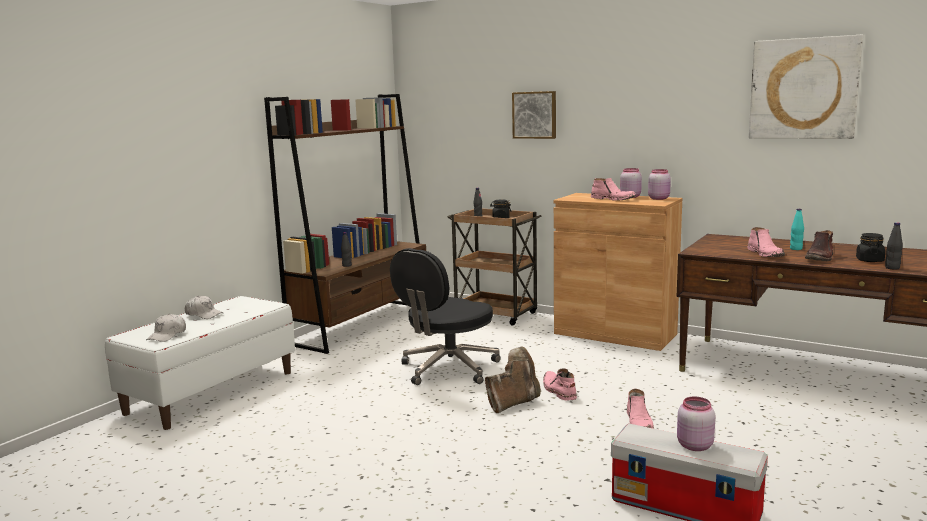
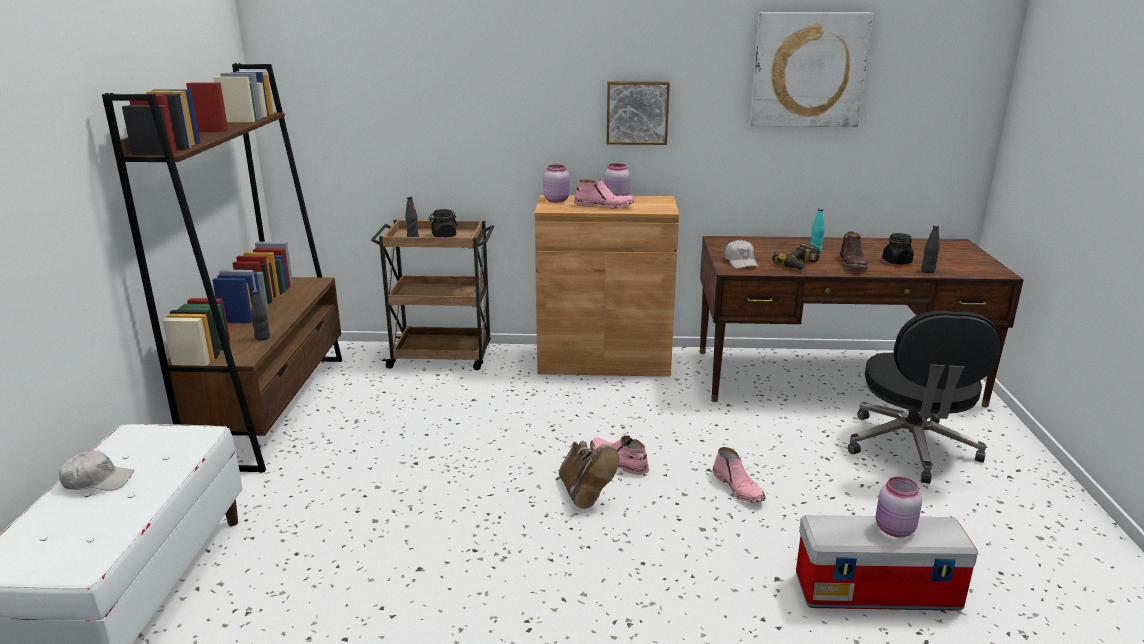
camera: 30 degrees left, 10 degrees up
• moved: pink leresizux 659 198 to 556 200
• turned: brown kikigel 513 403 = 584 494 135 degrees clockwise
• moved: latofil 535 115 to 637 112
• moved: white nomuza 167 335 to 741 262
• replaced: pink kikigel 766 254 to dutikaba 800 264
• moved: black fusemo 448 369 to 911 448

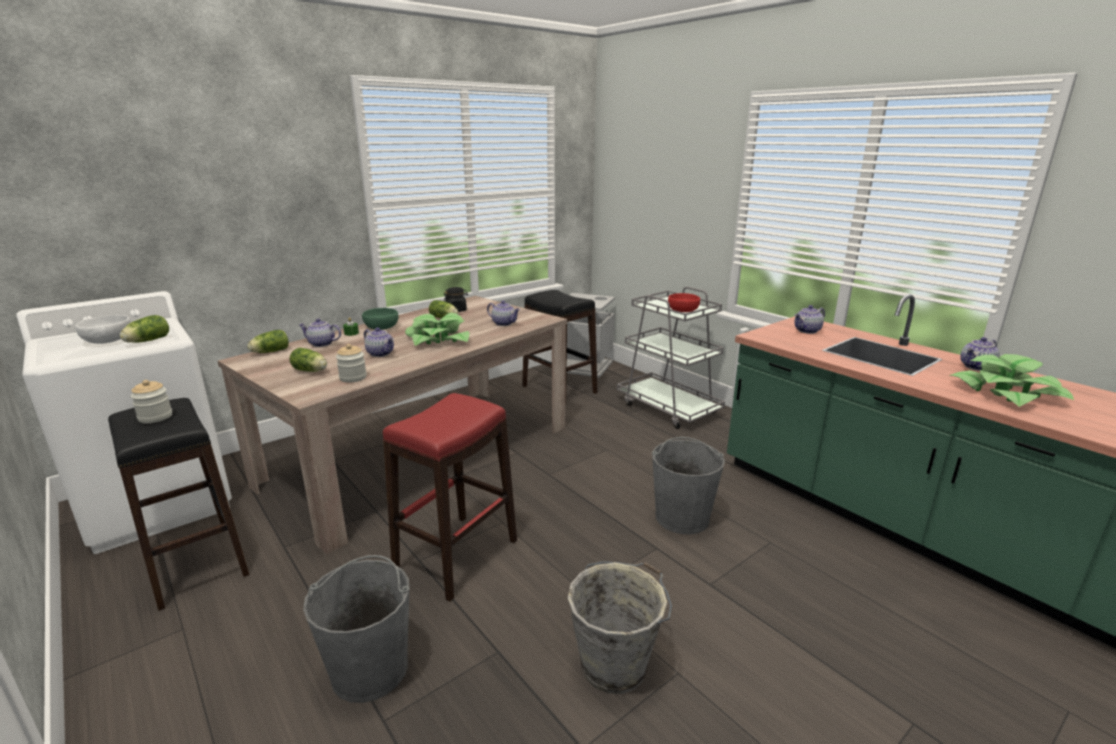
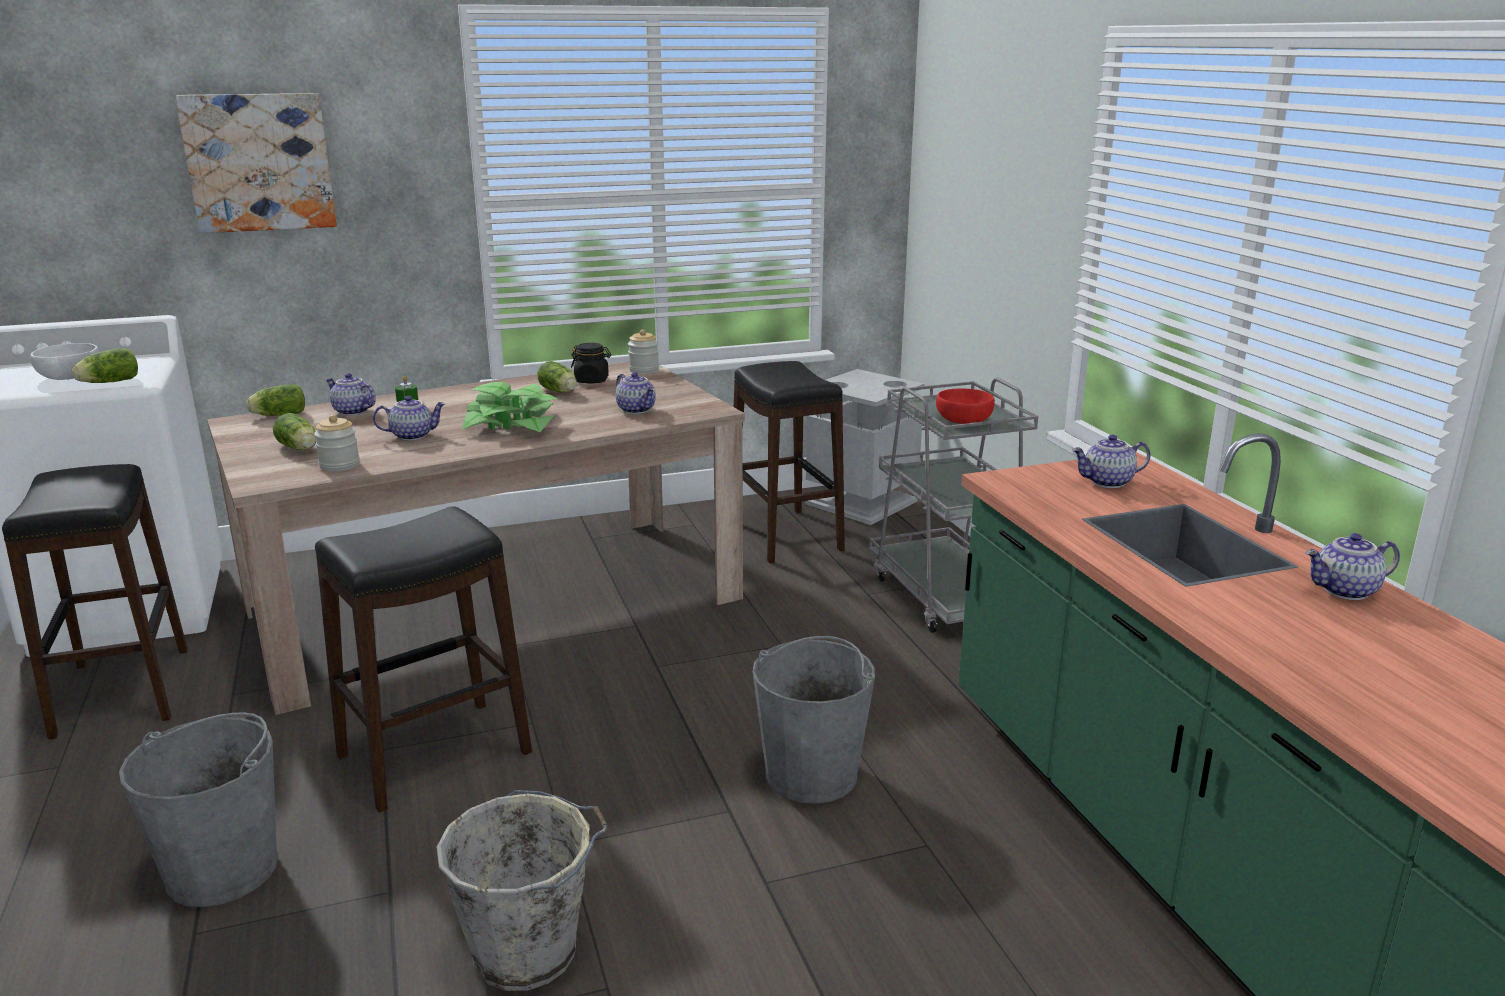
camera: 20 degrees right, 0 degrees up
• added: latofil 259 162
• recoloured: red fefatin 456 556 to black fefatin 434 755
• turned: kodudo 381 353 = 412 435 75 degrees counterclockwise
• moved: leresizux 155 417 to 644 370
• removed: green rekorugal 381 328
• removed: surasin 1006 394

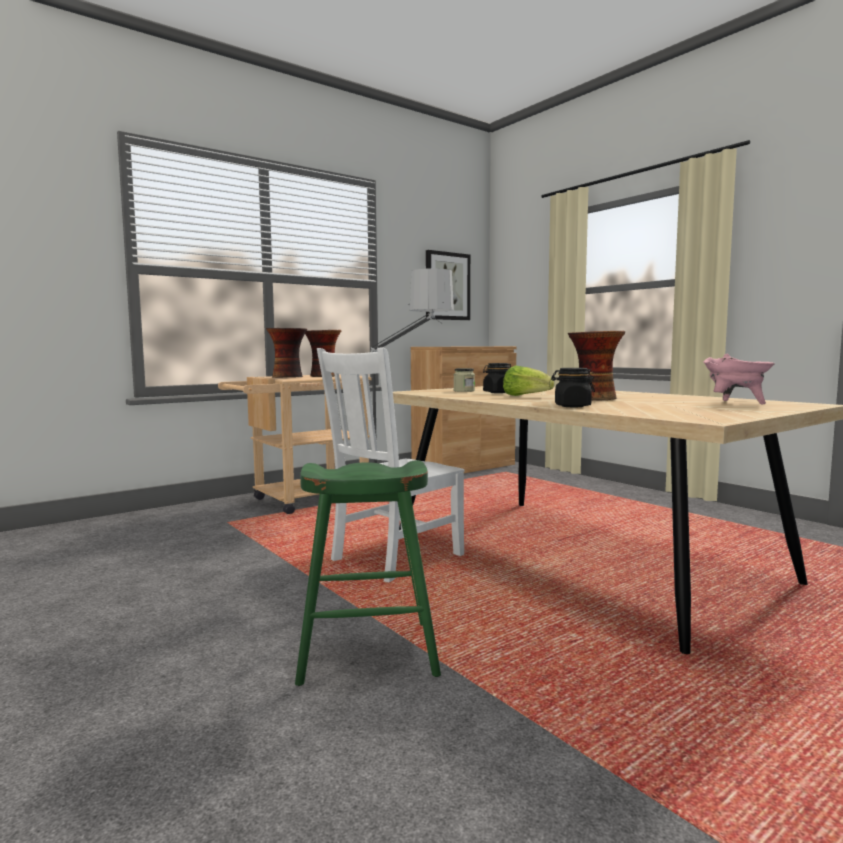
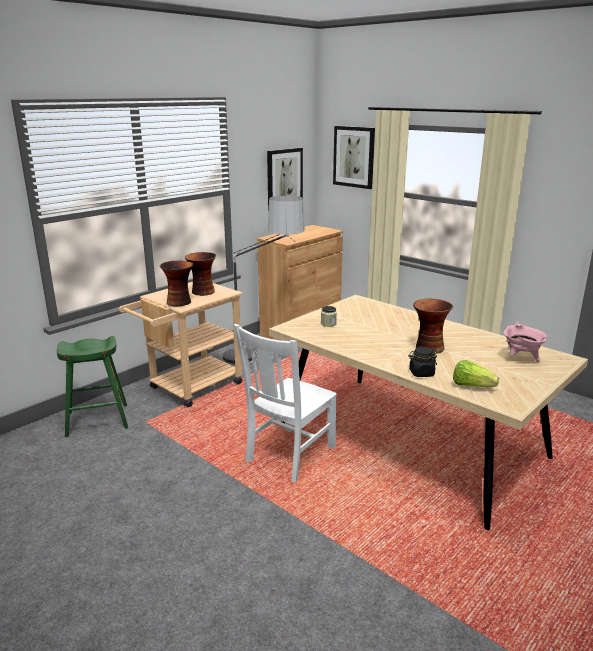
camera: 10 degrees left, 15 degrees up
• moved: green fefatin 368 652 to 97 420
• added: latofil 354 157
• moved: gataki 526 396 to 471 386
• removed: black leresizux 498 392

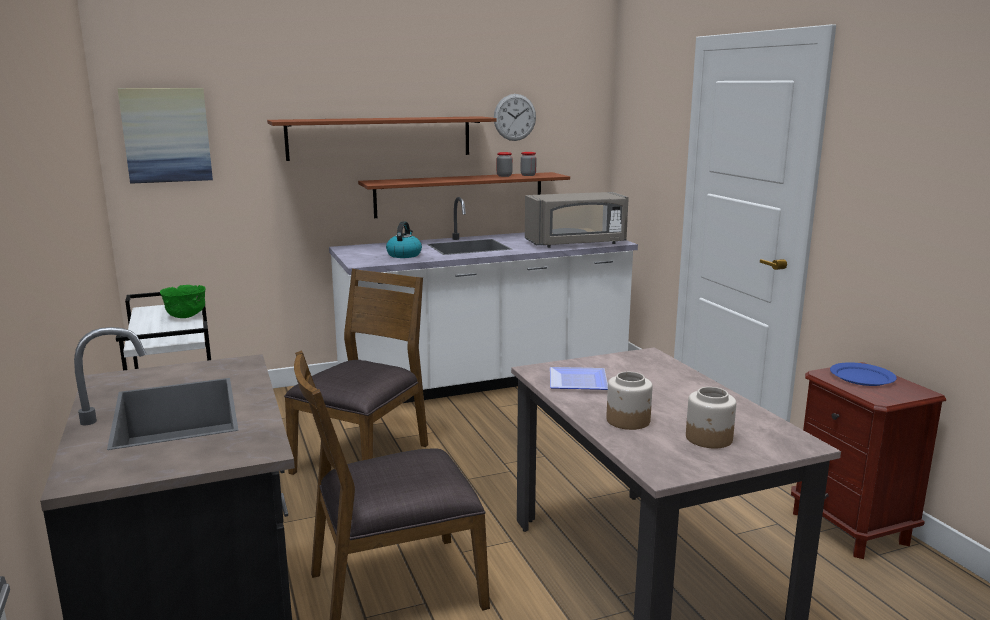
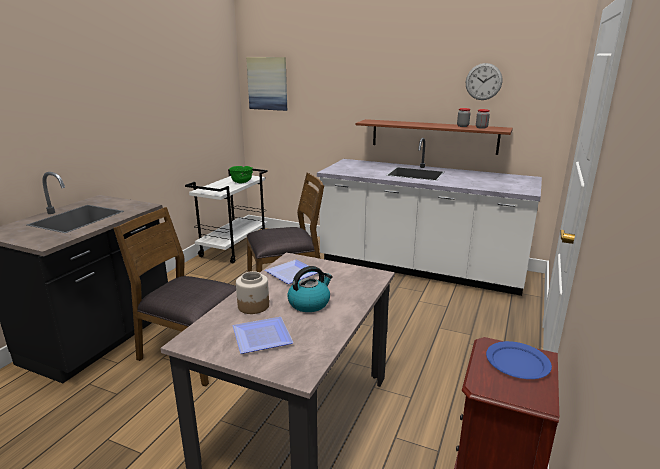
camera: 45 degrees right, 5 degrees up
• replaced: leresizux 709 438 to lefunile 260 338
• moved: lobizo 404 255 to 309 303
• removed: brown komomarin 380 137
• removed: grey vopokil 576 243

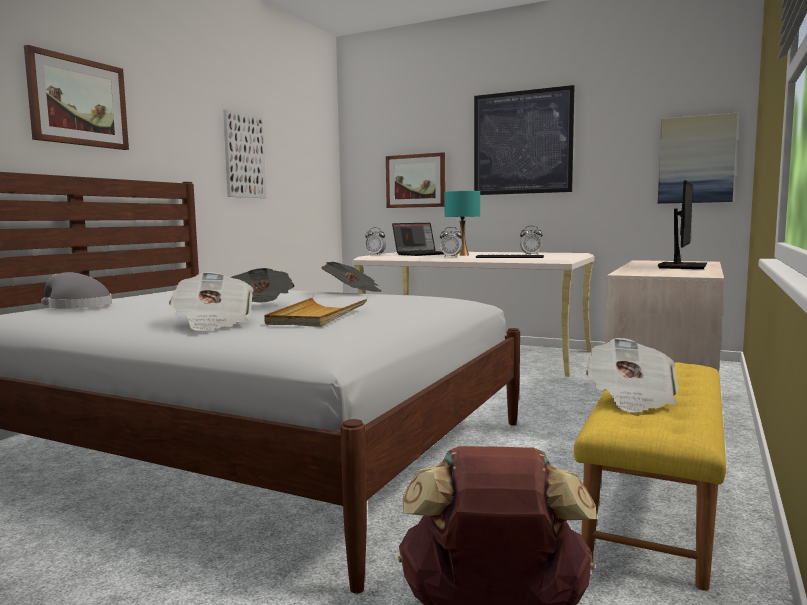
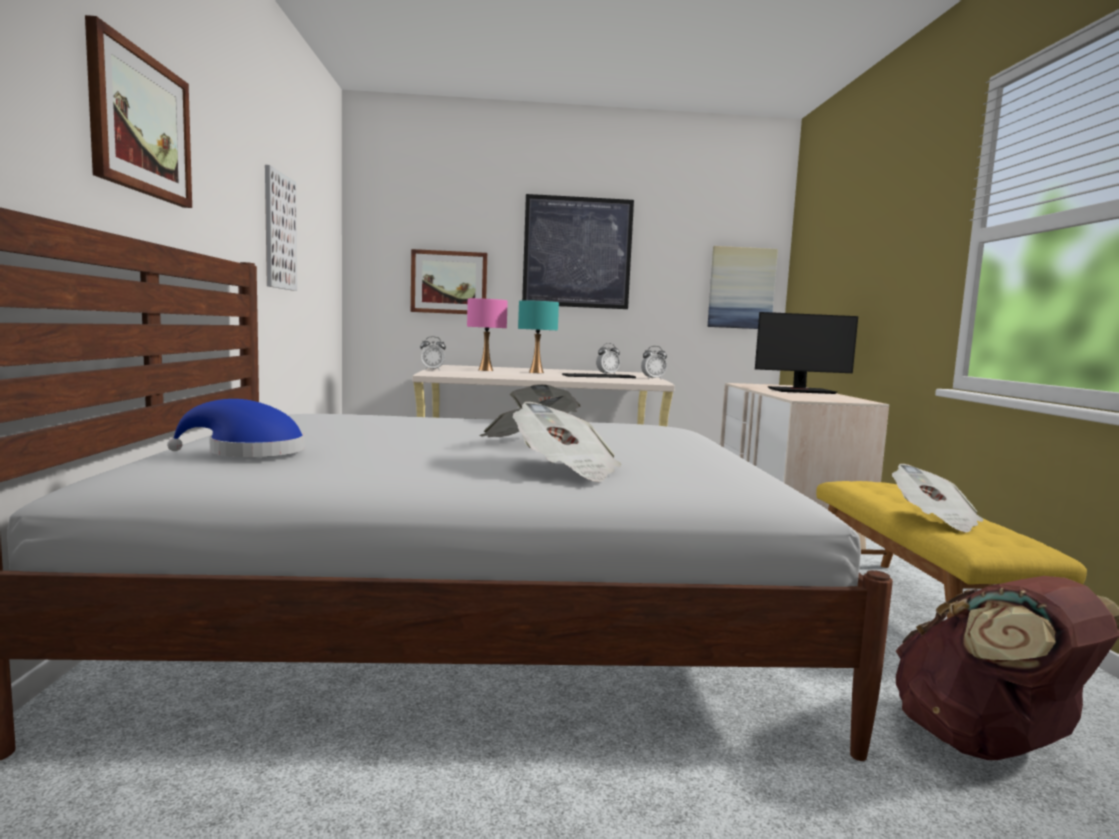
camera: 30 degrees left, 0 degrees up
• recoloured: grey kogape 76 307 to blue kogape 248 452
• replaced: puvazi 423 254 to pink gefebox 485 370
• moved: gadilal 451 257 to 653 379
• turned: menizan 681 266 = 800 391 90 degrees clockwise
• removed: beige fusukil 317 316

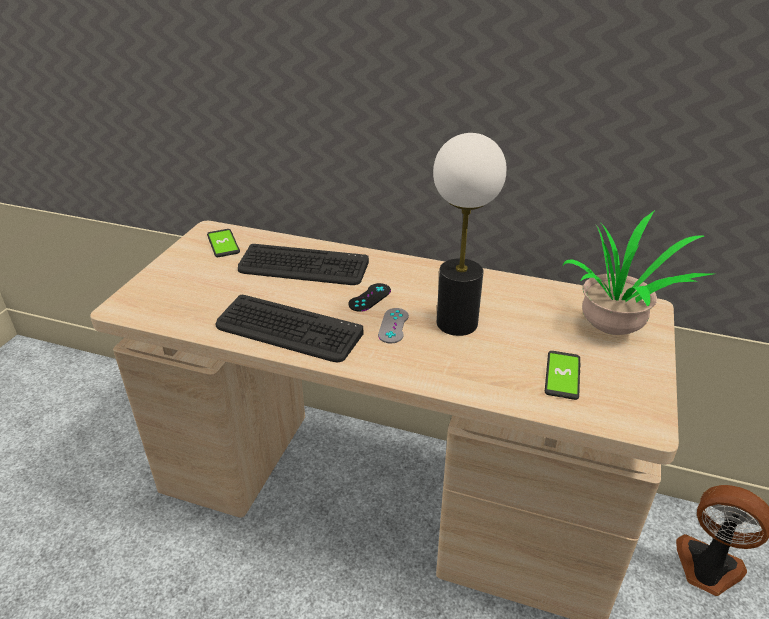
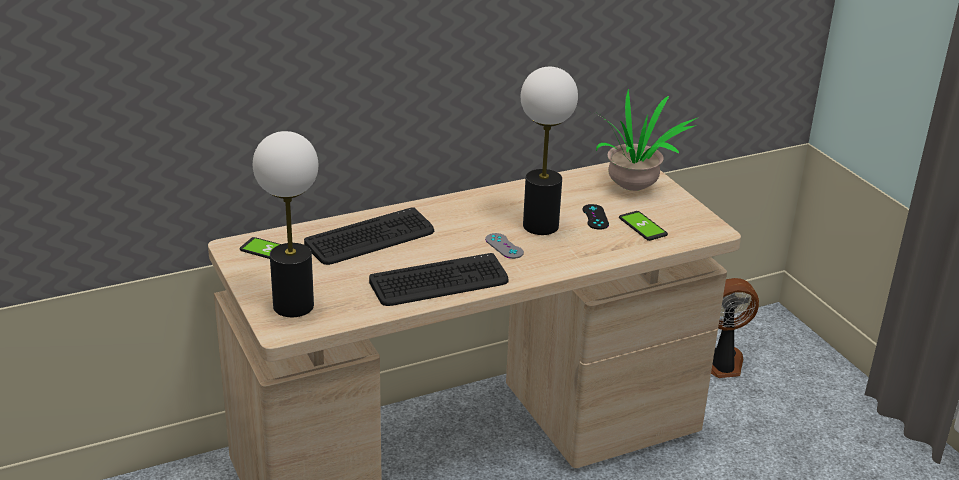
camera: 45 degrees left, 5 degrees down
• added: gefebox 294 305
• moved: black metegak 369 297 to 595 217

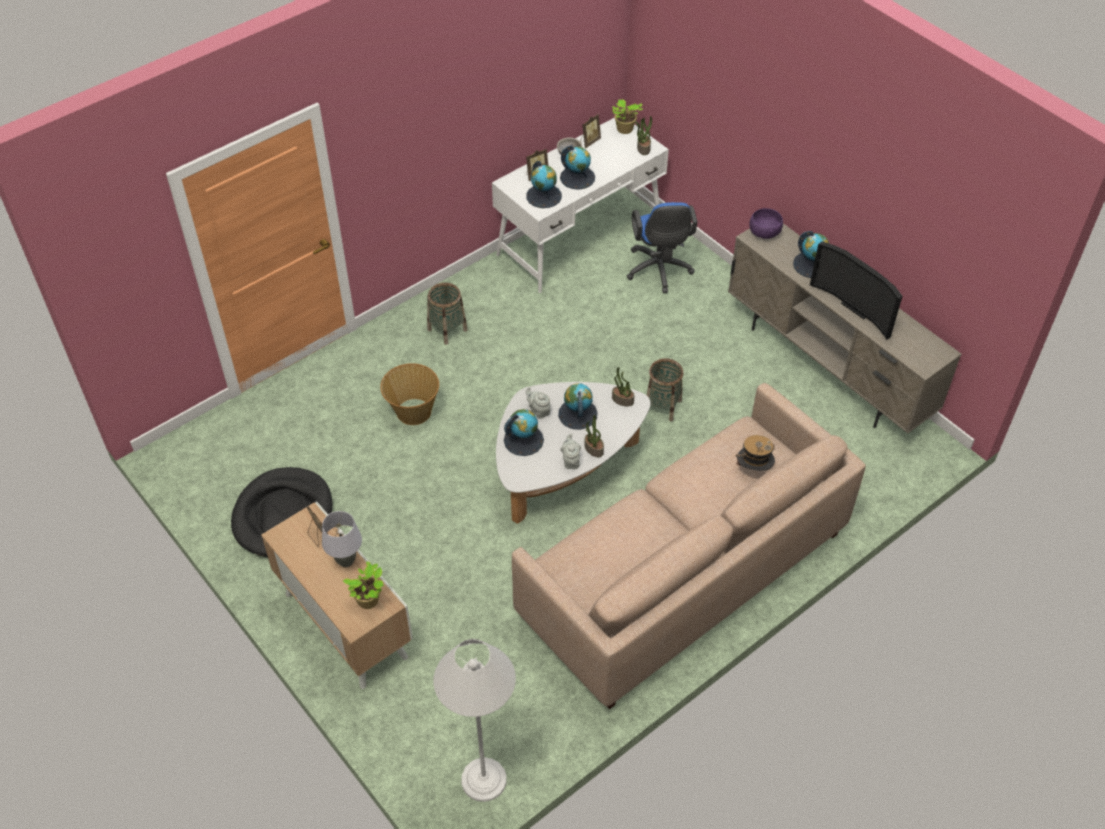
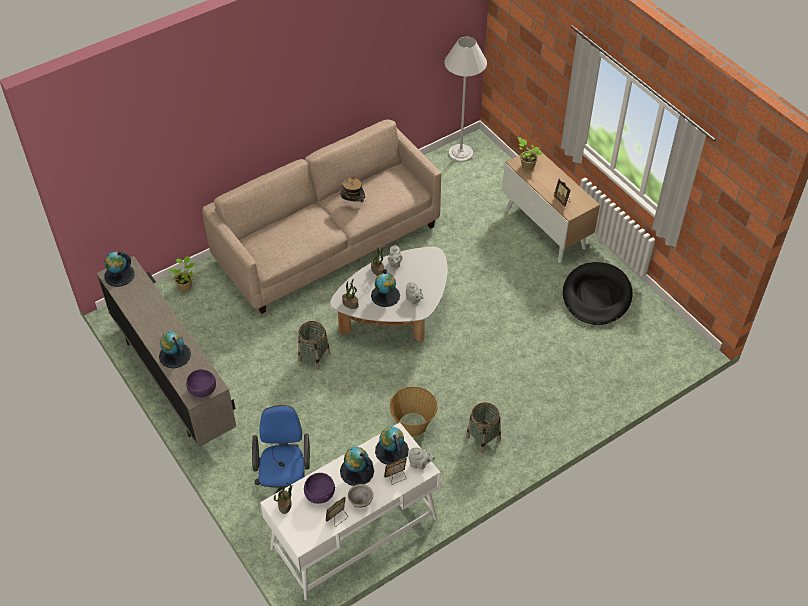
camera: 175 degrees left, 0 degrees up
• moved: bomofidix 523 440 to 119 275
• moved: surasin 624 130 to 185 285
• added: purple rekorugal 319 494
• moved: kogape 753 470 to 353 203
• moved: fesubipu 413 411 to 413 424
• added: grey kodudo 420 464
• removed: grey gefebox 346 561
• removed: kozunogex 857 306

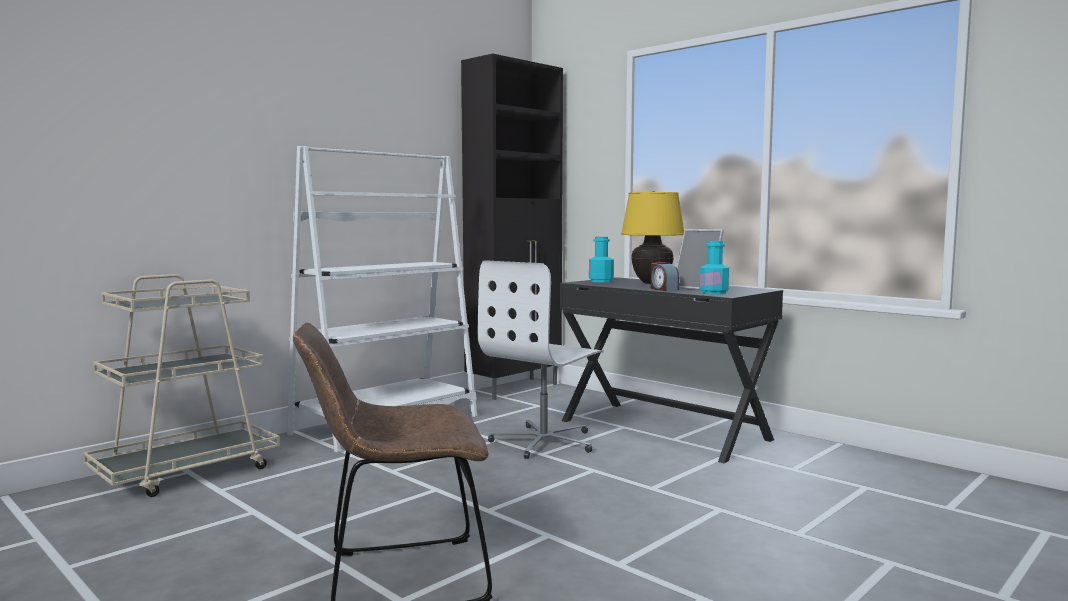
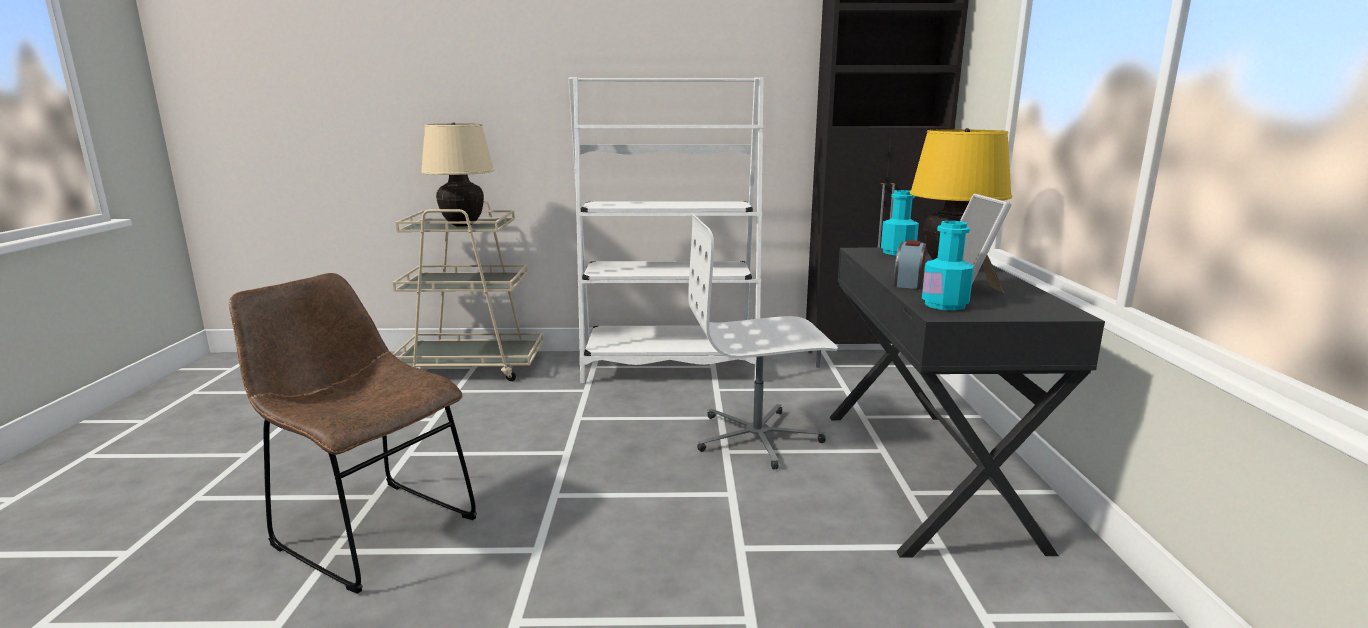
camera: 45 degrees right, 10 degrees up
• added: beige gefebox 462 225

